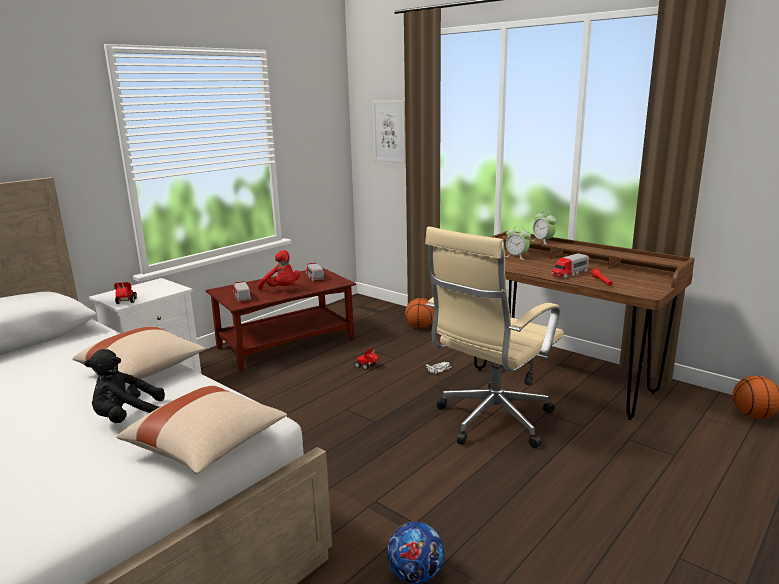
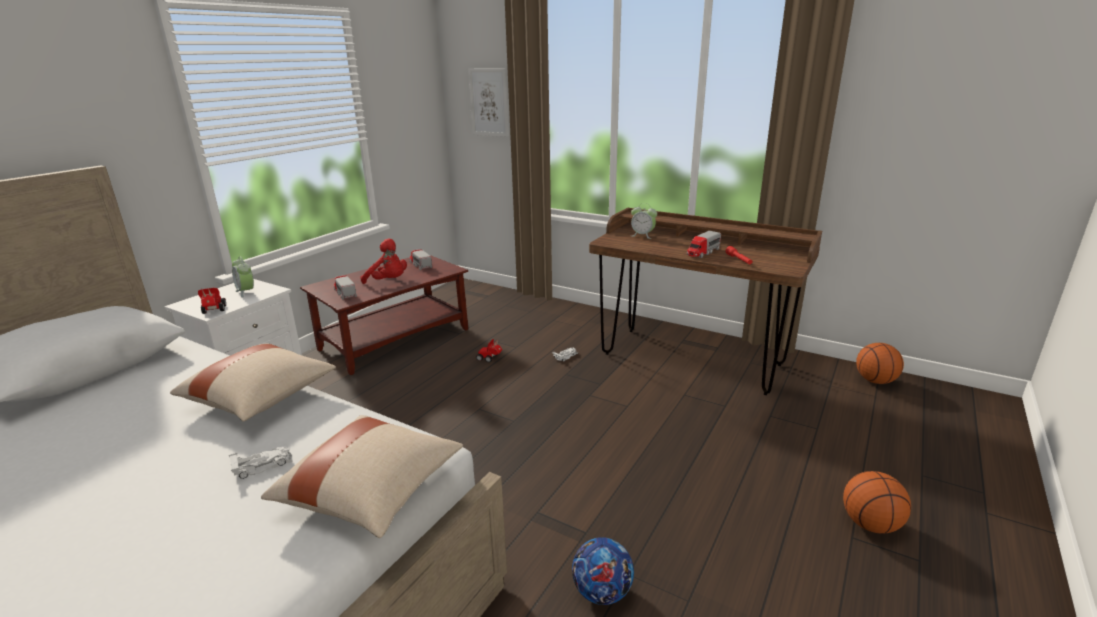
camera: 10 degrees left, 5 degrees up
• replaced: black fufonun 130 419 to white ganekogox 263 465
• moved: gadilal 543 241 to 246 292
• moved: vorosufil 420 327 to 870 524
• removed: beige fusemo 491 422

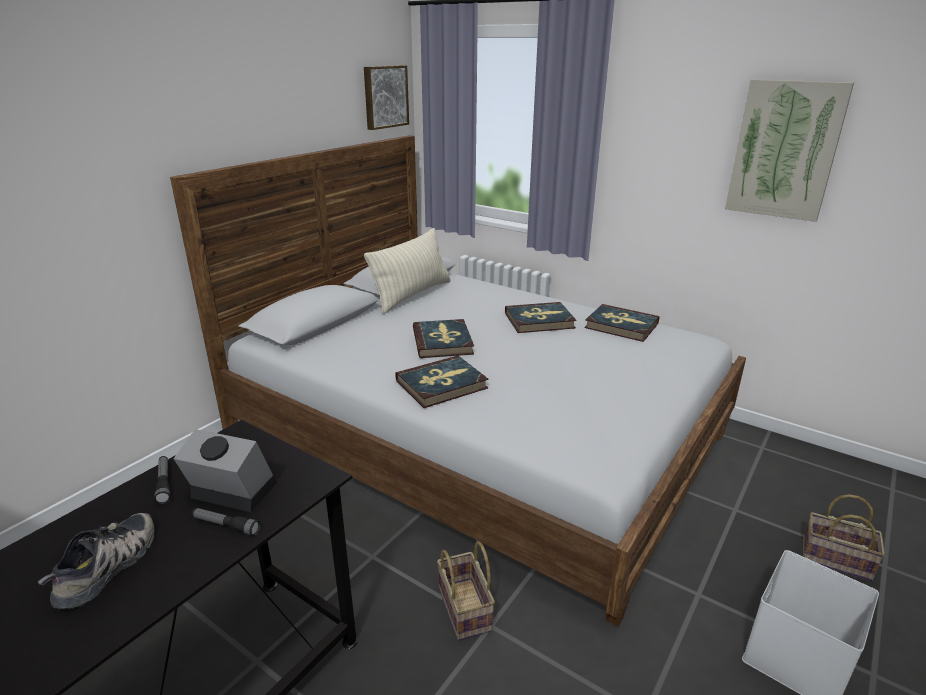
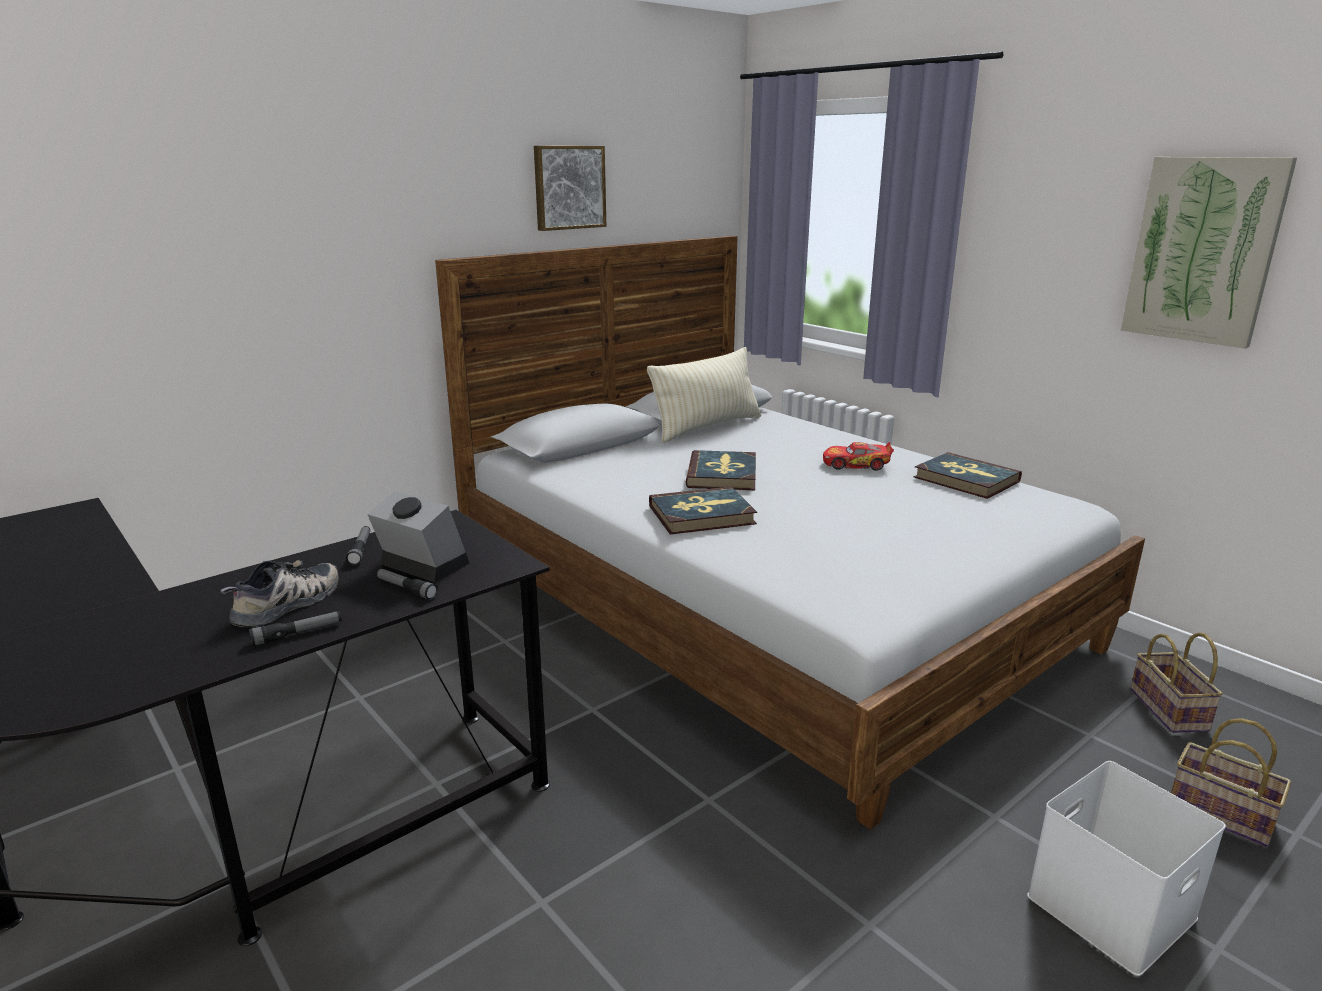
camera: 15 degrees right, 5 degrees down
• added: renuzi 297 634
• moved: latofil 385 97 to 568 187
• replaced: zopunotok 539 320 to ganekogox 856 465
• moved: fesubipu 466 610 to 1171 711

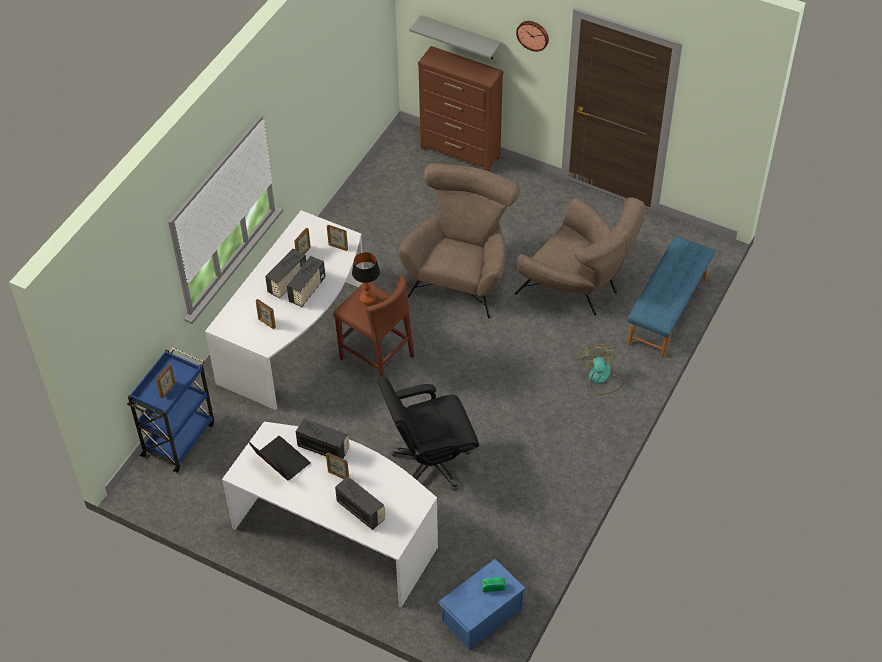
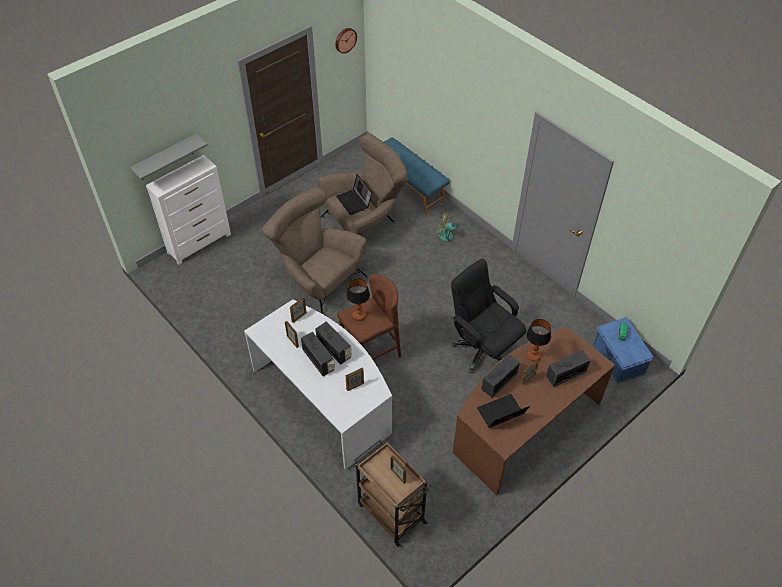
camera: 70 degrees left, 0 degrees up
• recoloured: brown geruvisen 460 153 to white geruvisen 200 243
• moved: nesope 533 35 to 345 40
• added: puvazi 354 202
• recoloured: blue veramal 179 438 to brown veramal 390 512
• turned: black fusemo 430 463 = 482 349 135 degrees clockwise
• recoloured: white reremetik 337 533 to brown reremetik 524 424
• added: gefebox 533 356

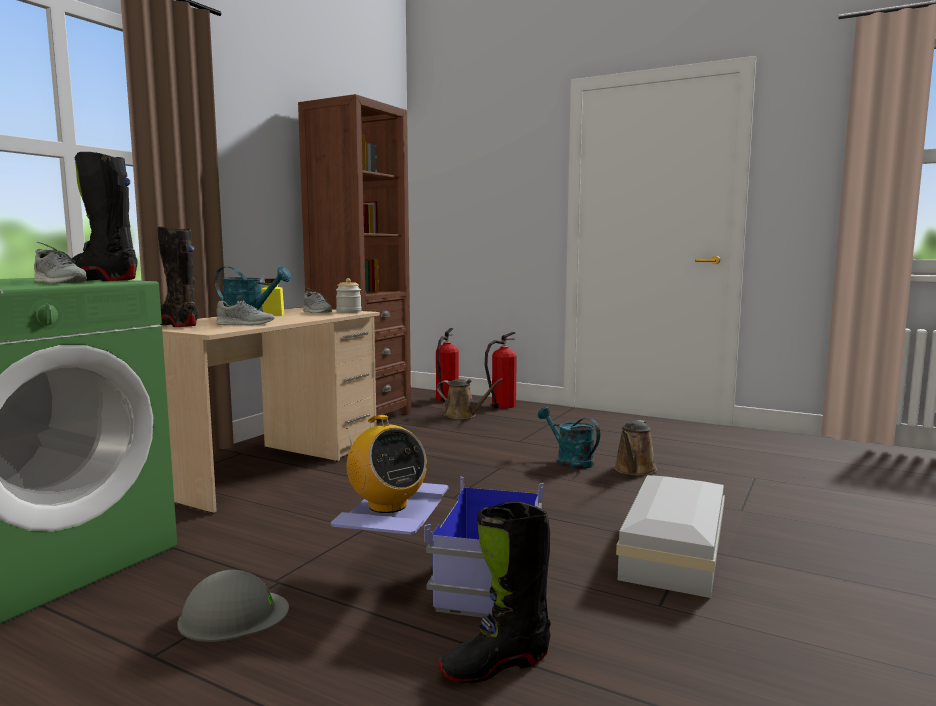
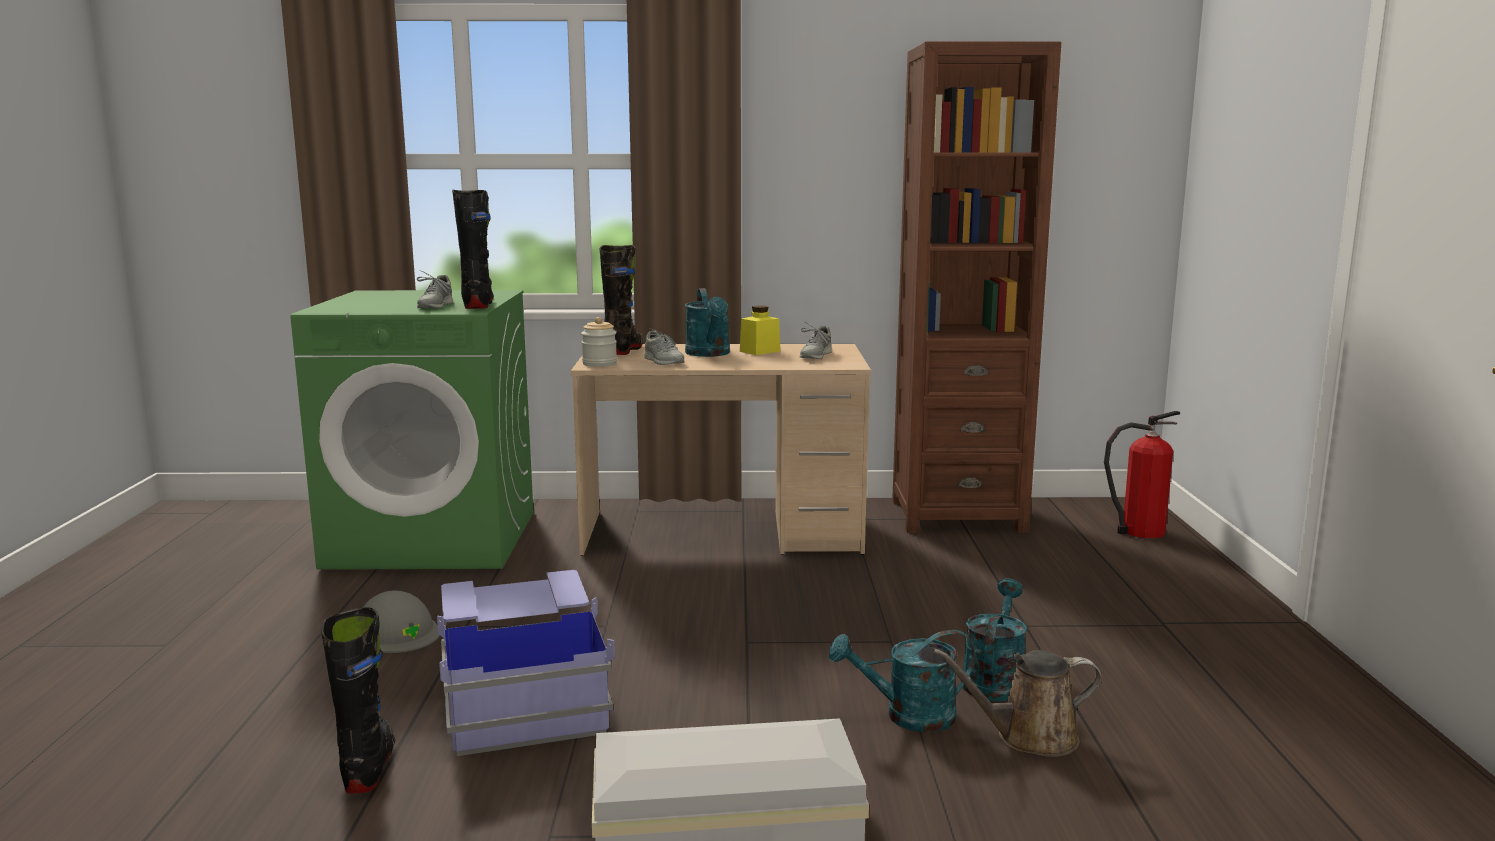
camera: 60 degrees right, 5 degrees up
• turned: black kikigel 495 665 = 369 765 45 degrees clockwise
• moved: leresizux 349 312 to 599 364
• added: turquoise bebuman 908 716
• removed: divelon 387 505
• removed: brown bebuman 463 415
• removed: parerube 502 406

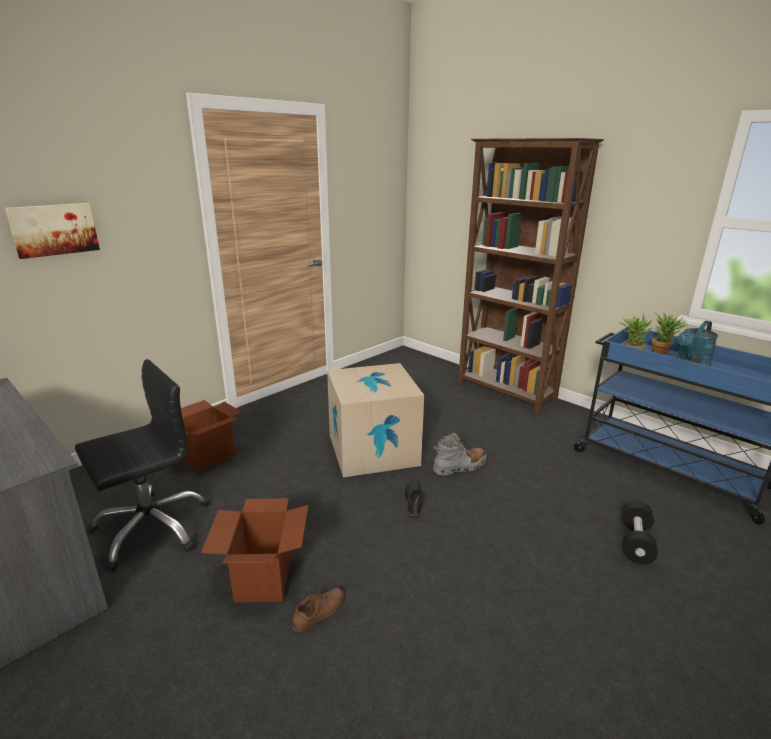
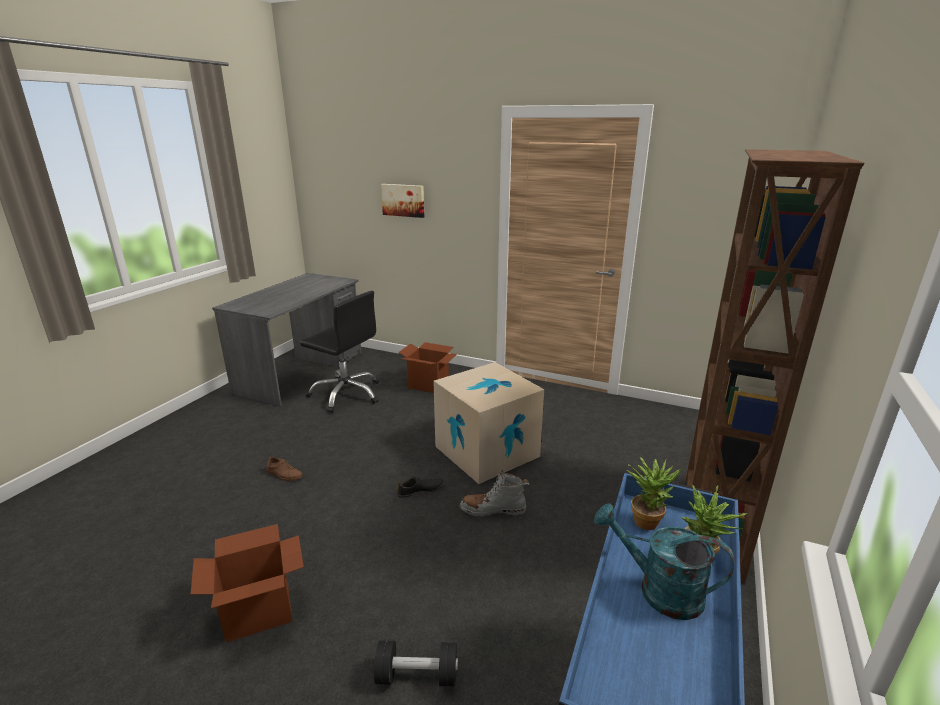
camera: 70 degrees right, 0 degrees up
• moved: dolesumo 263 578 to 259 612
• turned: grey kikigel 460 466 = 493 509 135 degrees clockwise

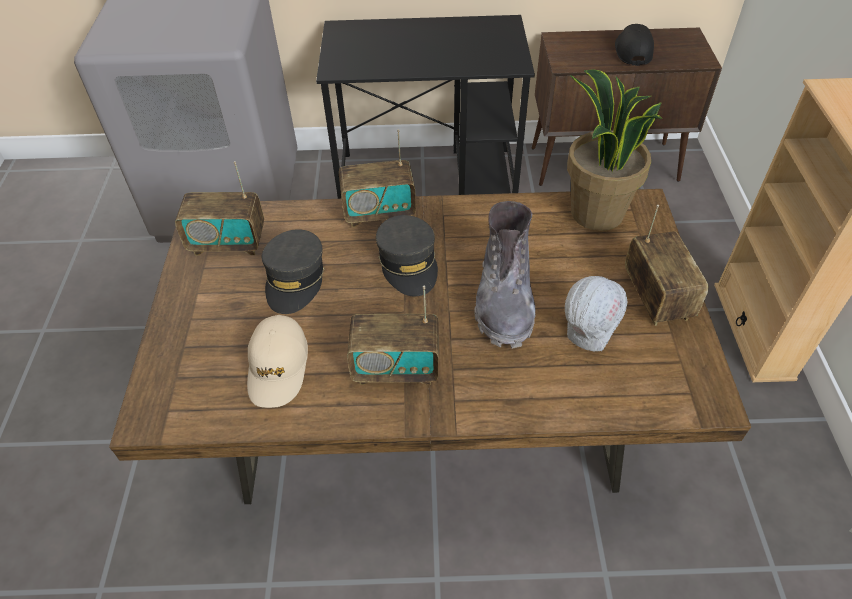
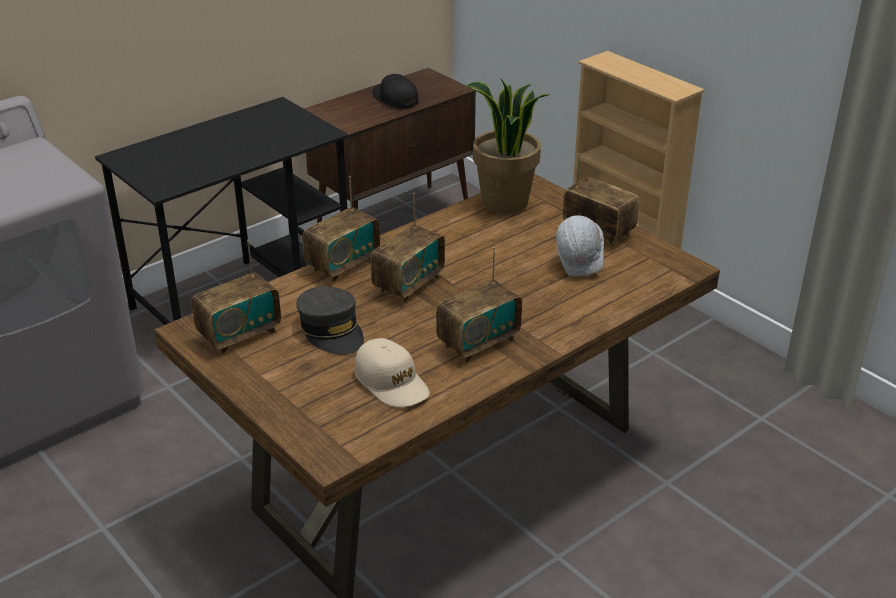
camera: 40 degrees left, 15 degrees down
• replaced: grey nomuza 408 264 to divelon 408 284
• removed: grey kikigel 504 300

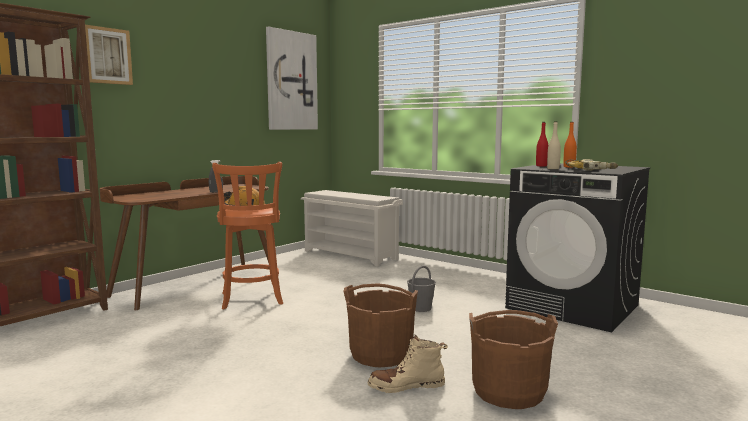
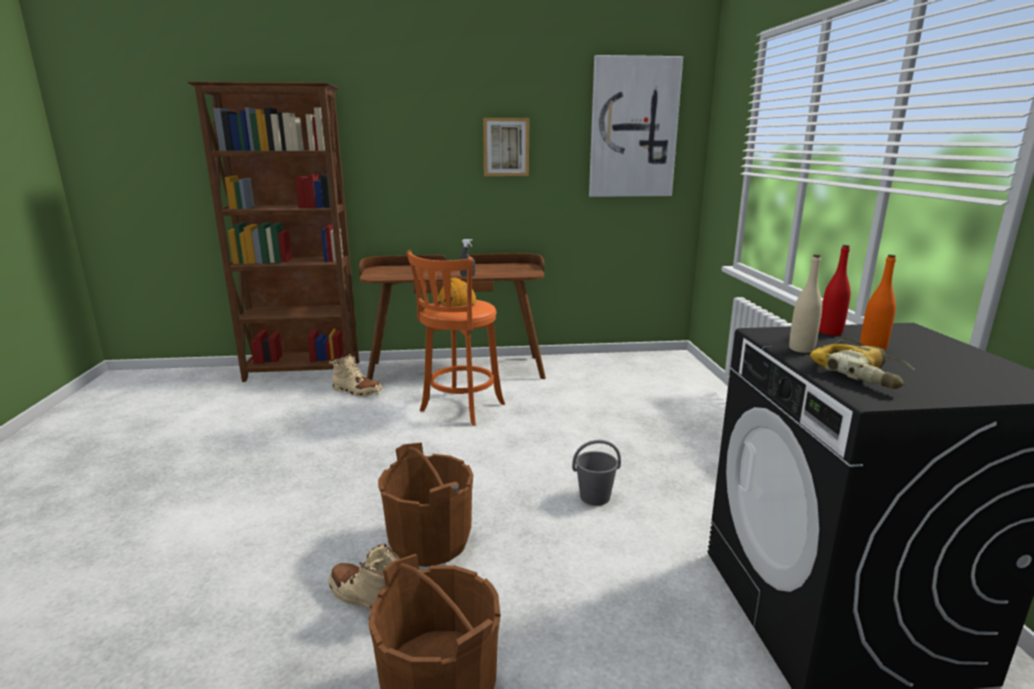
camera: 45 degrees right, 10 degrees up
• added: beige kikigel 357 391
• moved: latofil 107 56 to 506 147
• removed: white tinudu 351 255

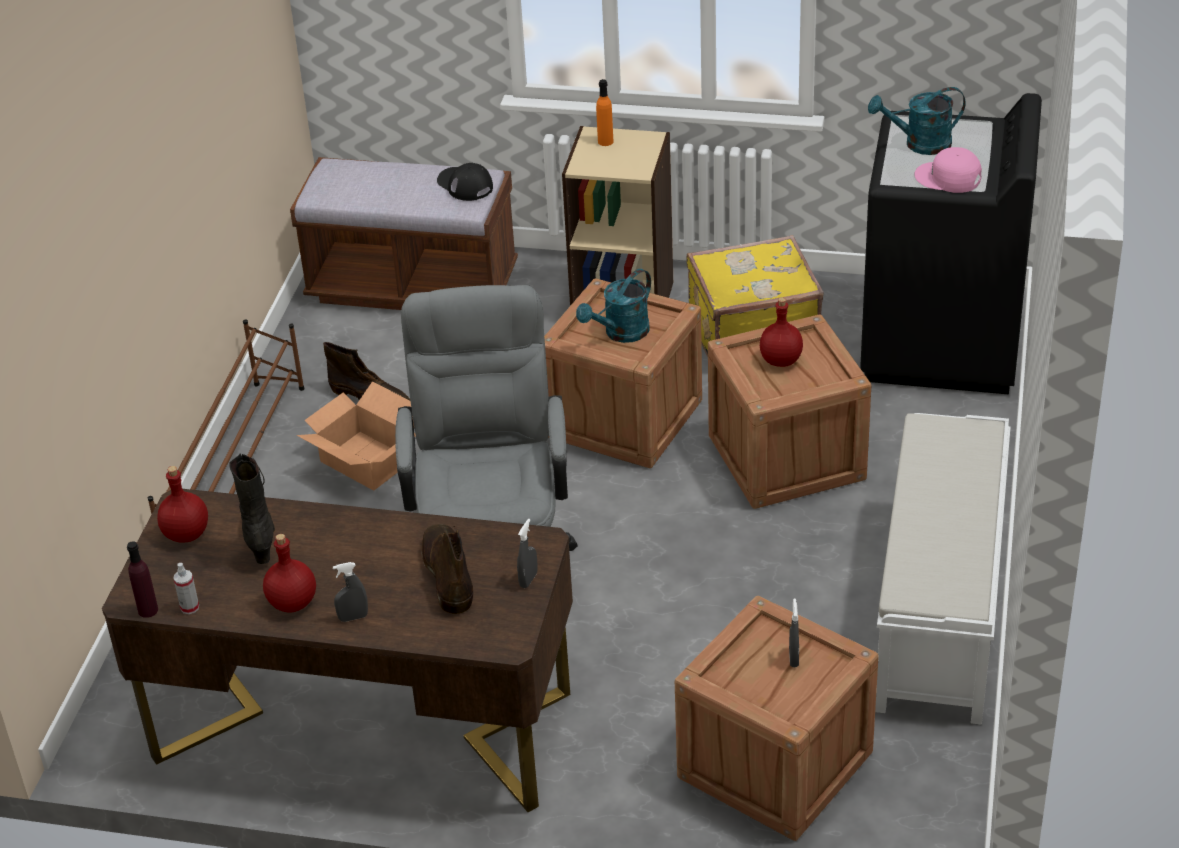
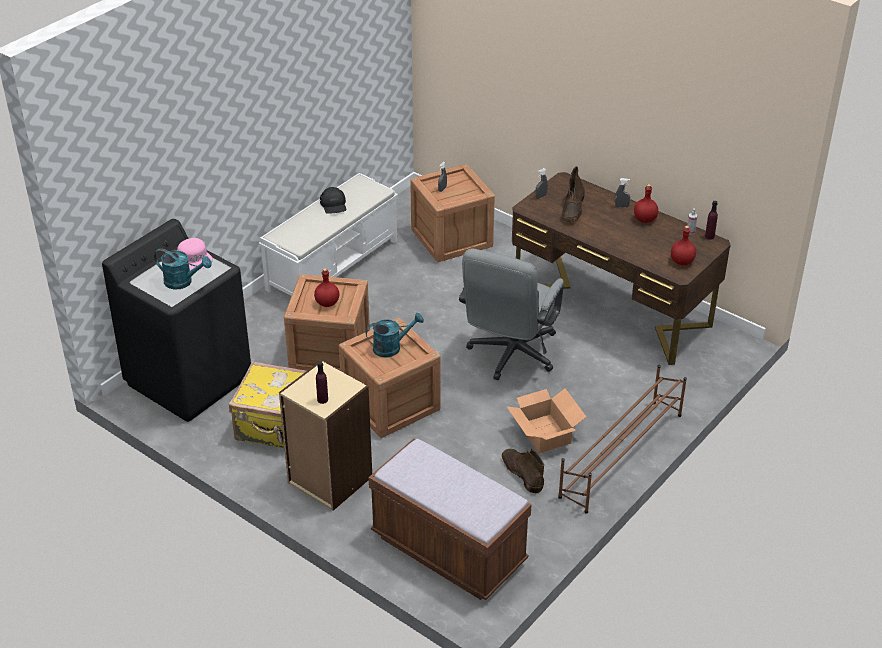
camera: 155 degrees left, 0 degrees up
• recoloured: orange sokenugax 605 141 to purple sokenugax 322 399
• moved: black nomuza 465 185 to 333 204
• removed: black kikigel 260 538

